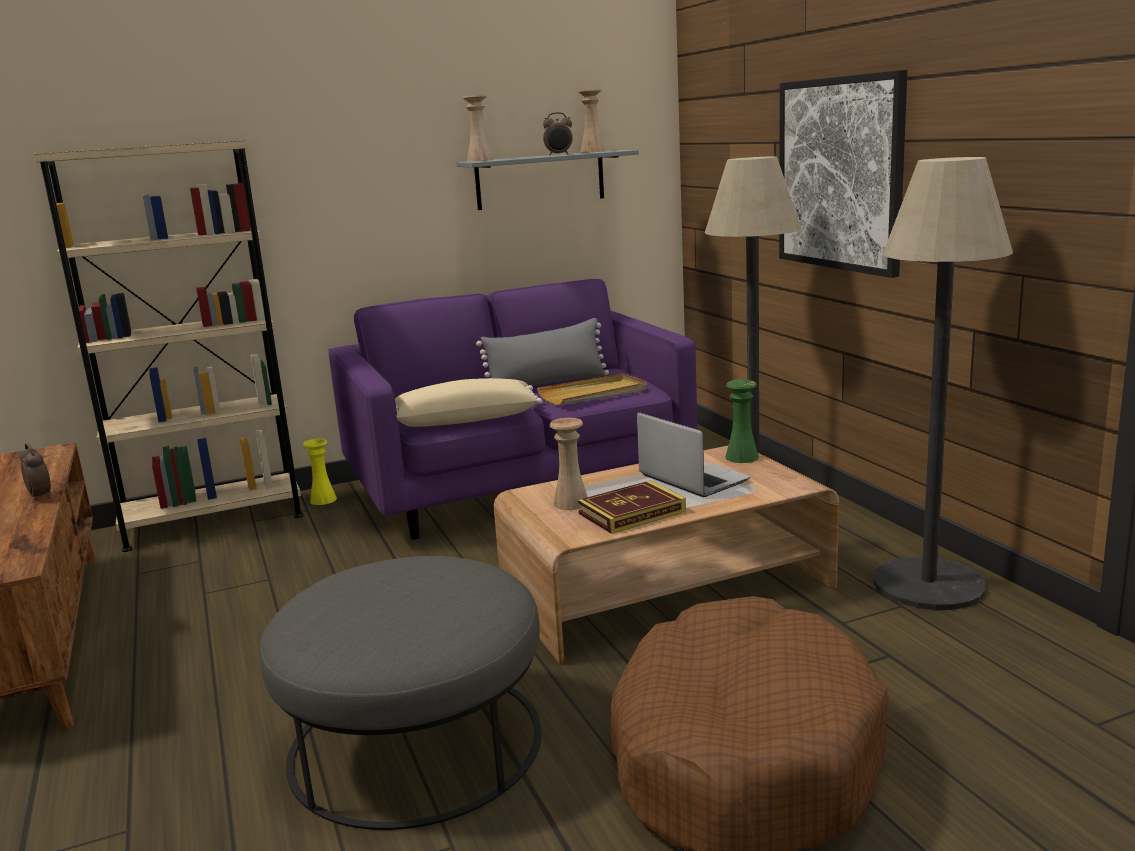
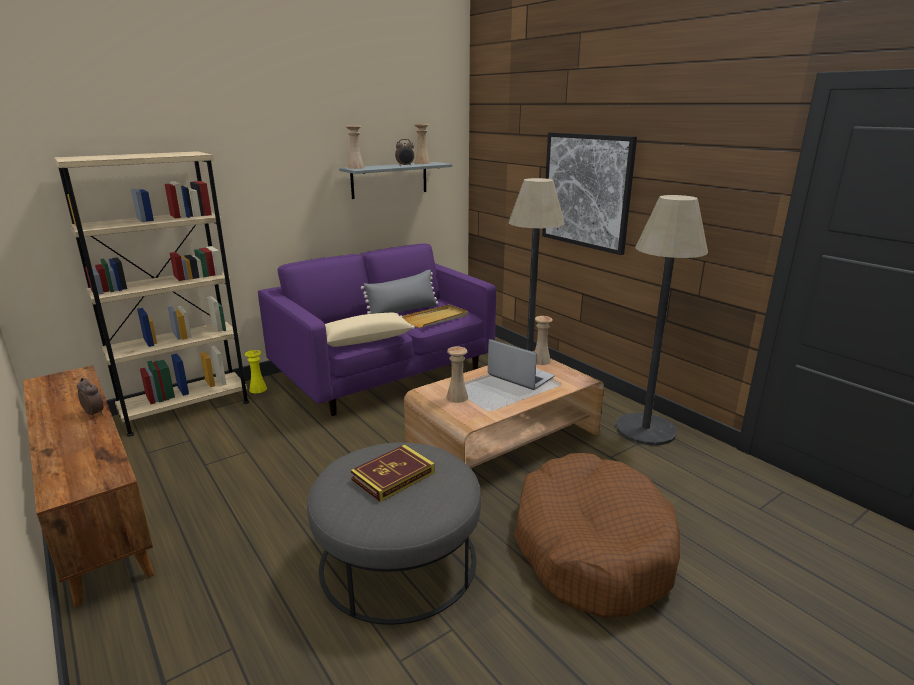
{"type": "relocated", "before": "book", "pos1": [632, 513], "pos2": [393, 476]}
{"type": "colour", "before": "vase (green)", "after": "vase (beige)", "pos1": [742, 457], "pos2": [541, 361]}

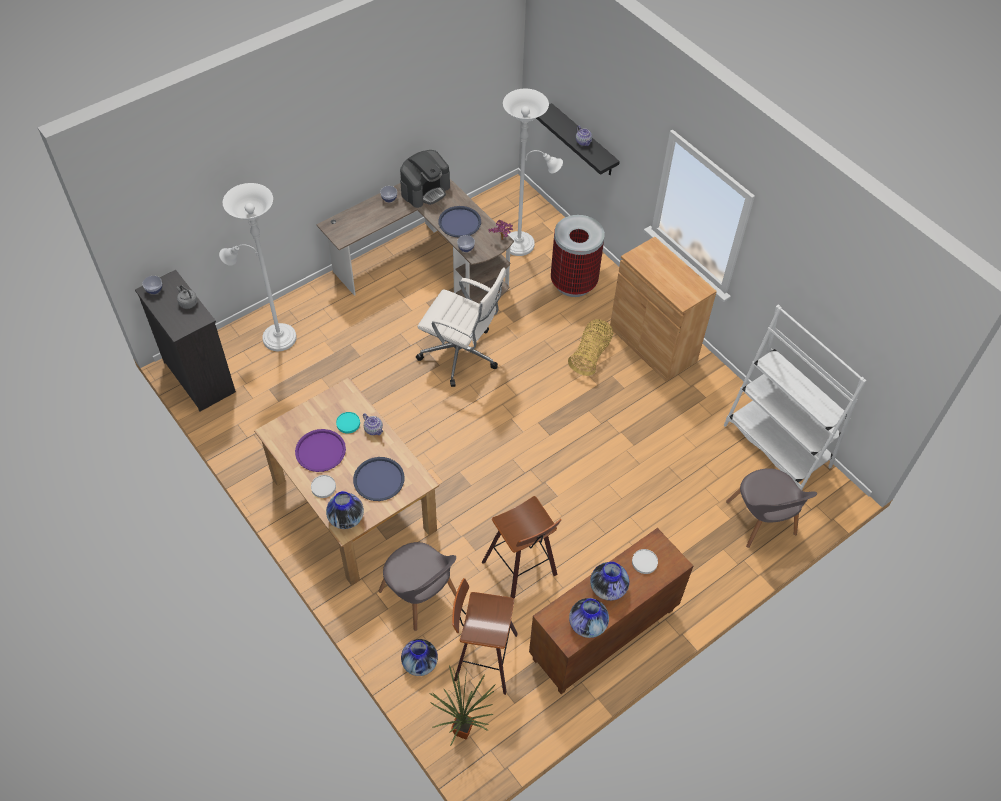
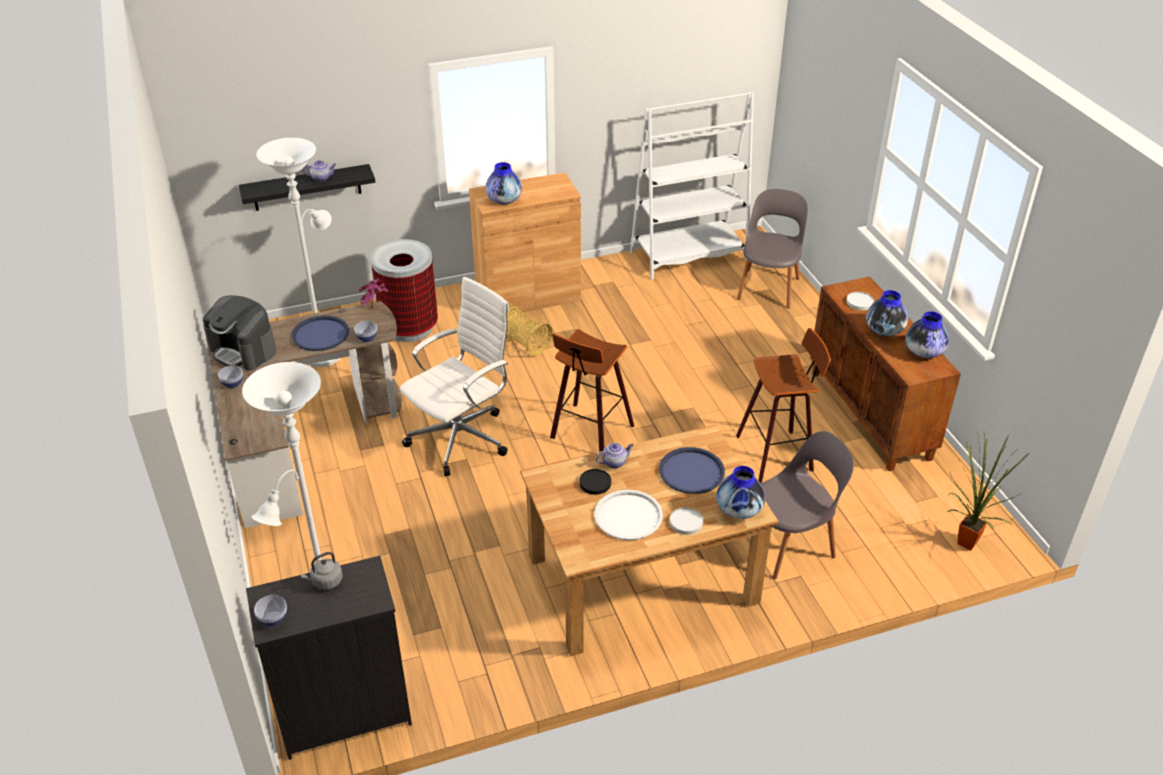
{"type": "spun", "before": "coffee machine", "pos1": [425, 190], "pos2": [243, 350], "turn": 150}
{"type": "relocated", "before": "vase", "pos1": [420, 663], "pos2": [504, 200]}
{"type": "relocated", "before": "stool", "pos1": [483, 658], "pos2": [589, 432]}
{"type": "colour", "before": "plate (turquoise)", "after": "plate (black)", "pos1": [348, 423], "pos2": [595, 483]}
{"type": "colour", "before": "tray (purple)", "after": "tray (white)", "pos1": [320, 451], "pos2": [628, 516]}
{"type": "spun", "before": "chair (grey)", "pos1": [762, 521], "pos2": [769, 287], "turn": -75}

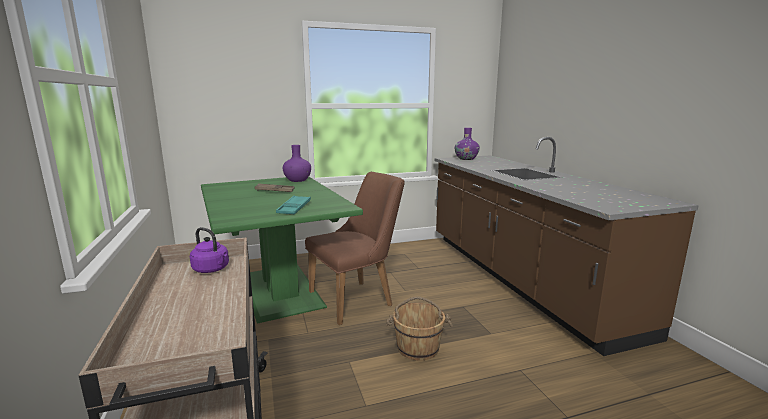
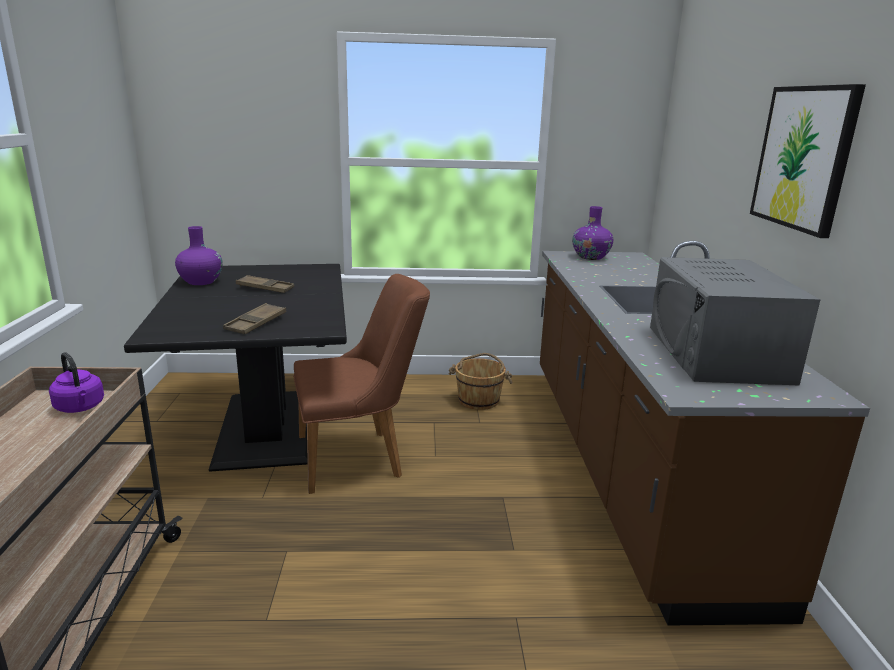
{"type": "colour", "before": "dining table (green)", "after": "dining table (black)", "pos1": [279, 291], "pos2": [265, 428]}
{"type": "relocated", "before": "vase (purple)", "pos1": [297, 180], "pos2": [201, 282]}
{"type": "colour", "before": "tray (turquoise)", "after": "tray (brown)", "pos1": [294, 208], "pos2": [256, 323]}
{"type": "relocated", "before": "bucket (brown)", "pos1": [418, 347], "pos2": [479, 400]}
{"type": "appeared", "after": "microwave (grey)", "pos2": [716, 353]}
{"type": "appeared", "after": "picture", "pos2": [804, 158]}

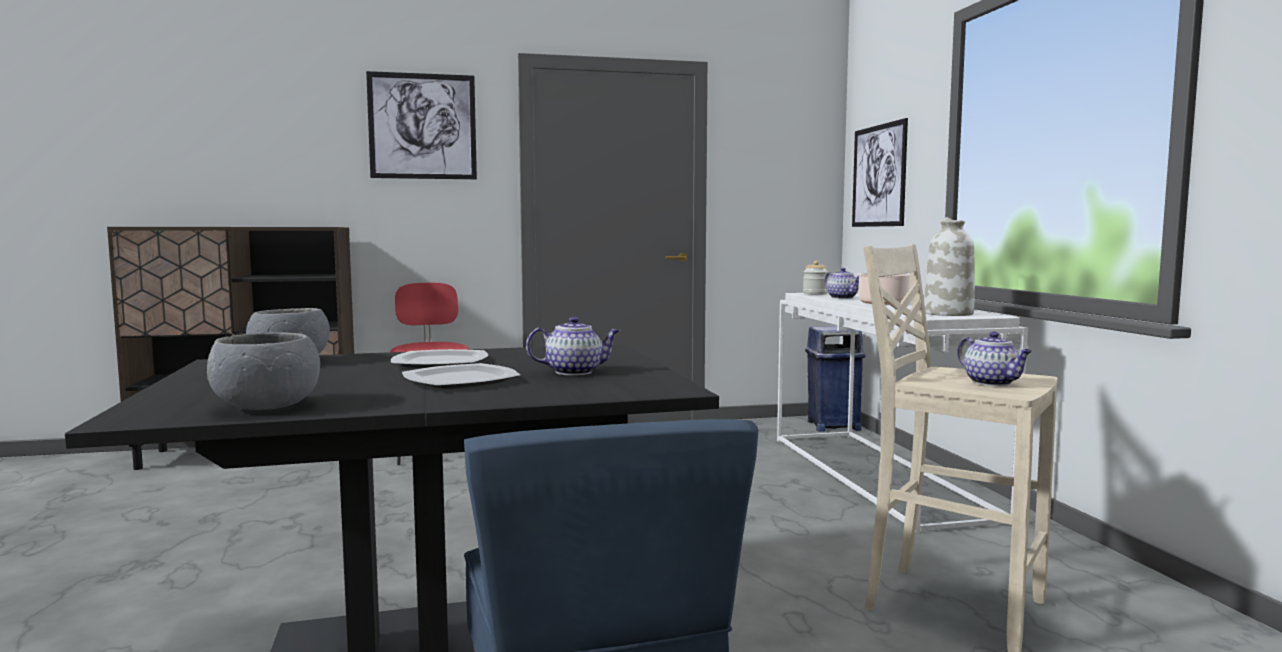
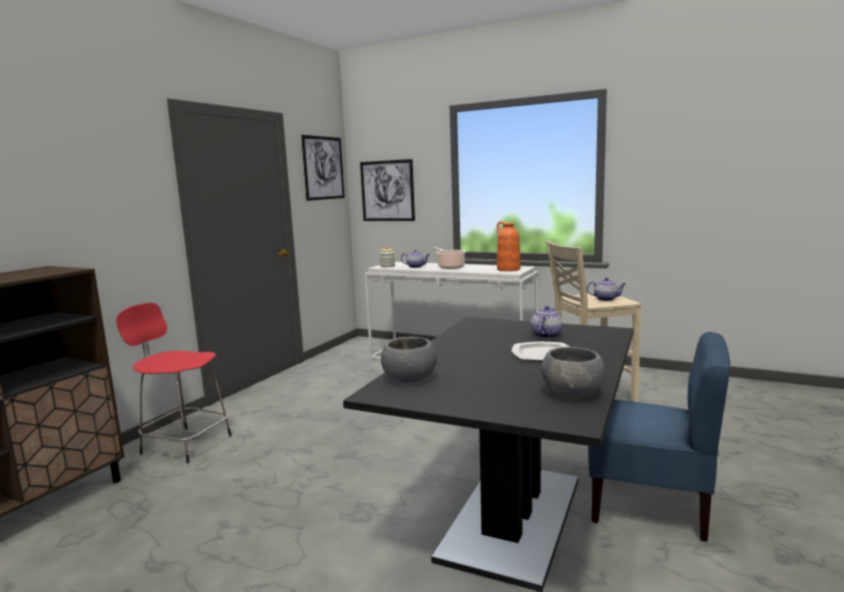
{"type": "relocated", "before": "picture", "pos1": [422, 126], "pos2": [323, 168]}
{"type": "colour", "before": "vase (white)", "after": "vase (orange)", "pos1": [947, 313], "pos2": [508, 269]}
{"type": "missing", "before": "plate", "pos1": [441, 362]}
{"type": "missing", "before": "trash can (blue)", "pos1": [832, 426]}

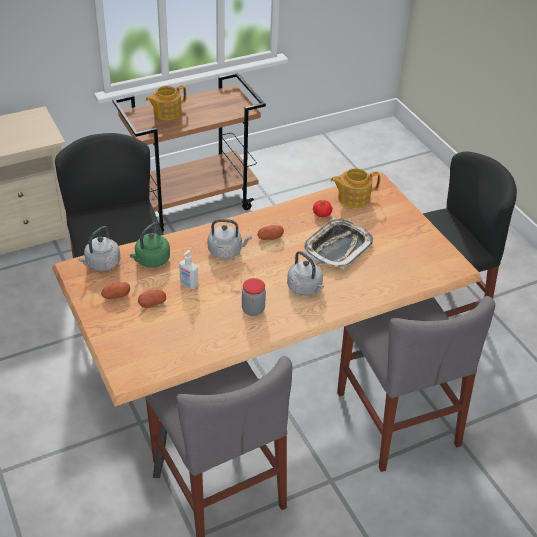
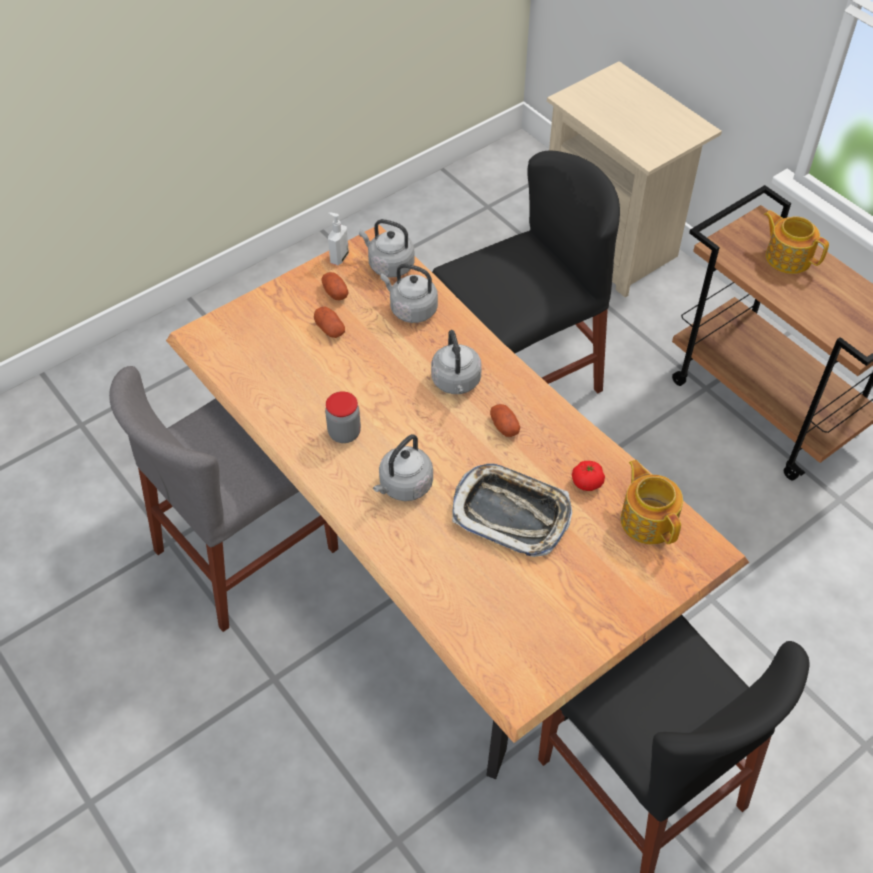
{"type": "relocated", "before": "soap dispenser", "pos1": [188, 284], "pos2": [338, 257]}
{"type": "colour", "before": "kettle (green)", "after": "kettle (grey)", "pos1": [151, 261], "pos2": [411, 309]}
{"type": "missing", "before": "chair (grey)", "pos1": [396, 418]}

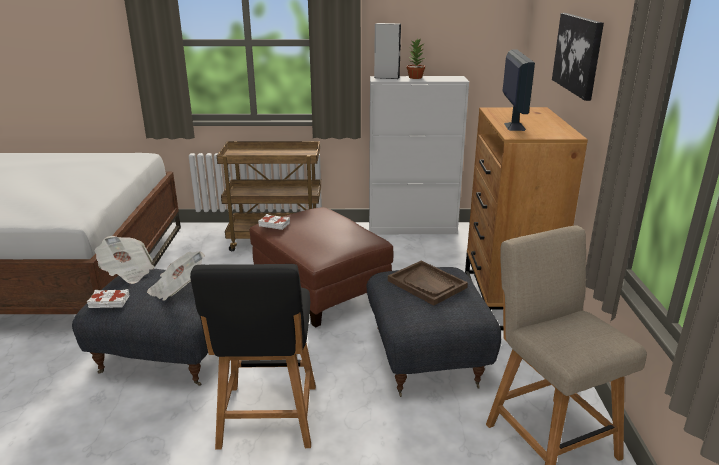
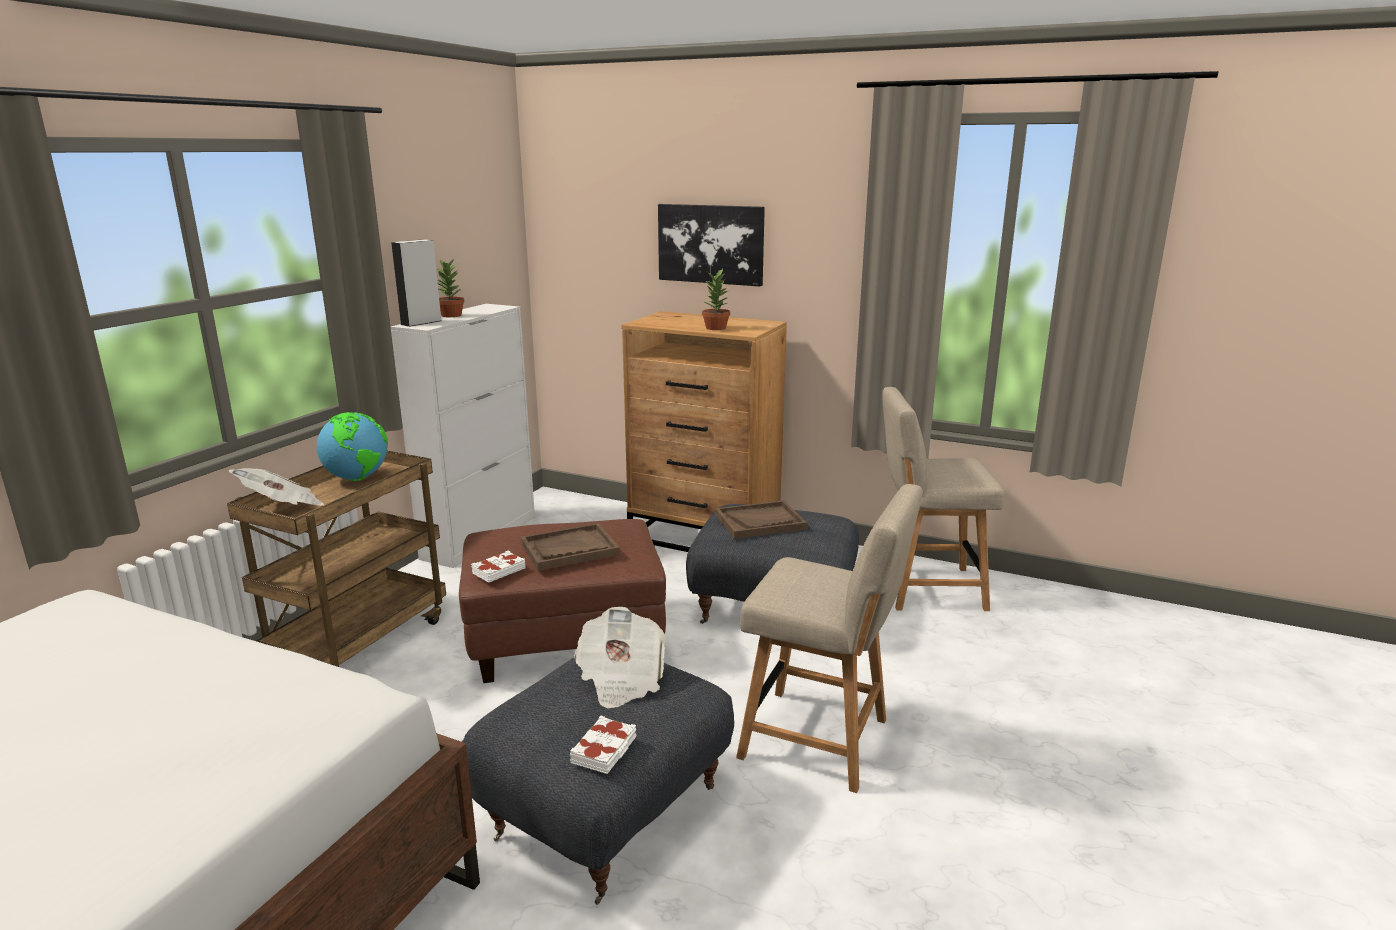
{"type": "relocated", "before": "newspaper", "pos1": [127, 272], "pos2": [282, 507]}
{"type": "appeared", "after": "globe", "pos2": [357, 478]}
{"type": "appeared", "after": "tray (brown)", "pos2": [569, 549]}
{"type": "exchanged", "before": "monitor", "after": "potted plant", "pos1": [514, 126], "pos2": [716, 328]}
{"type": "colour", "before": "chair (black)", "after": "chair (beige)", "pos1": [268, 420], "pos2": [822, 740]}

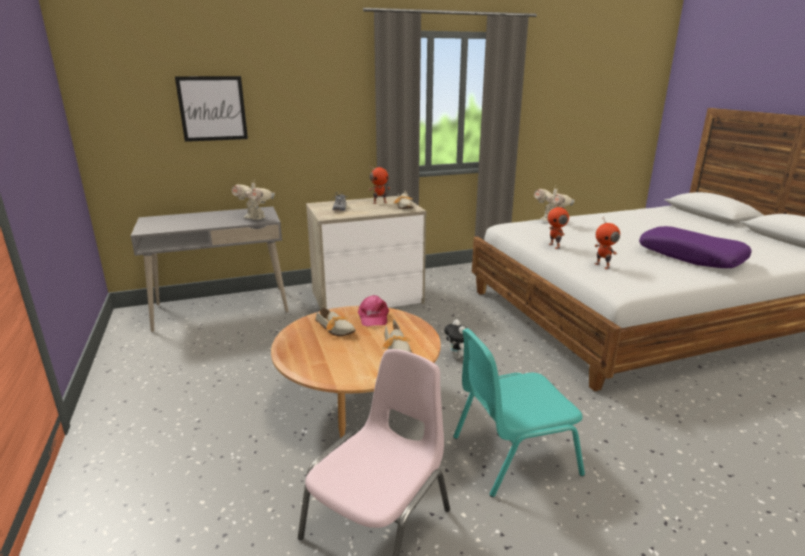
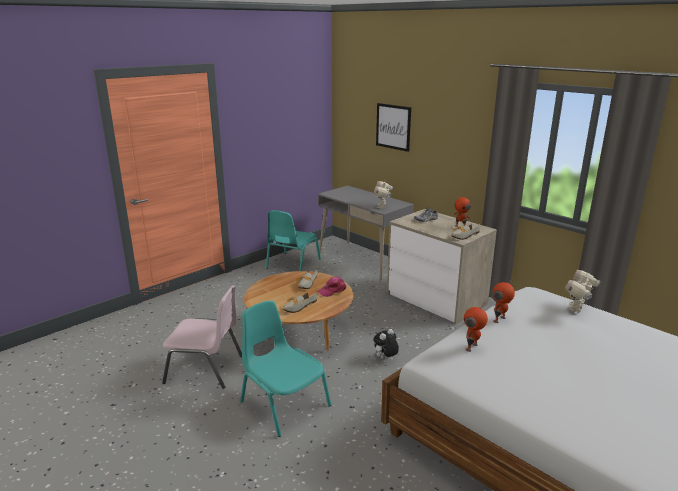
{"type": "appeared", "after": "chair (turquoise)", "pos2": [292, 264]}
{"type": "missing", "before": "pillow (purple)", "pos1": [691, 256]}

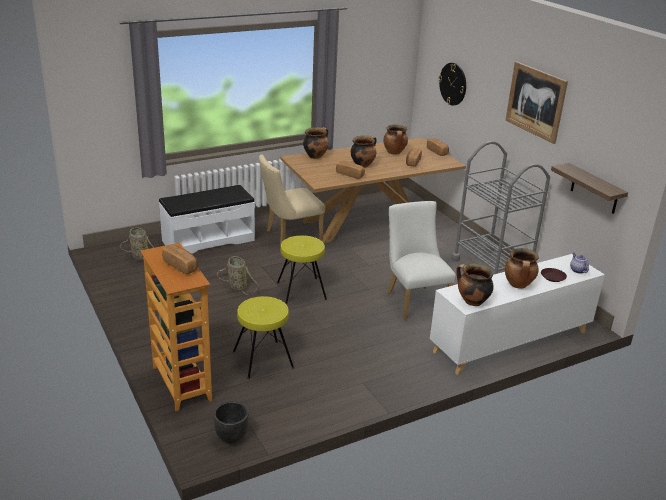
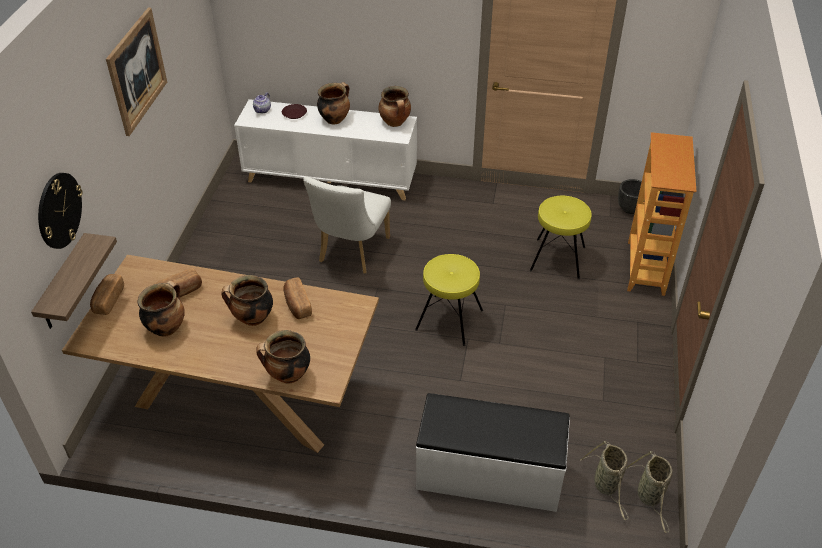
{"type": "relocated", "before": "shelf", "pos1": [594, 189], "pos2": [63, 284]}
{"type": "relocated", "before": "basket", "pos1": [236, 287], "pos2": [650, 497]}
{"type": "missing", "before": "bread", "pos1": [181, 266]}
{"type": "missing", "before": "chair (beige)", "pos1": [289, 236]}
{"type": "missing", "before": "cart (grey)", "pos1": [491, 269]}

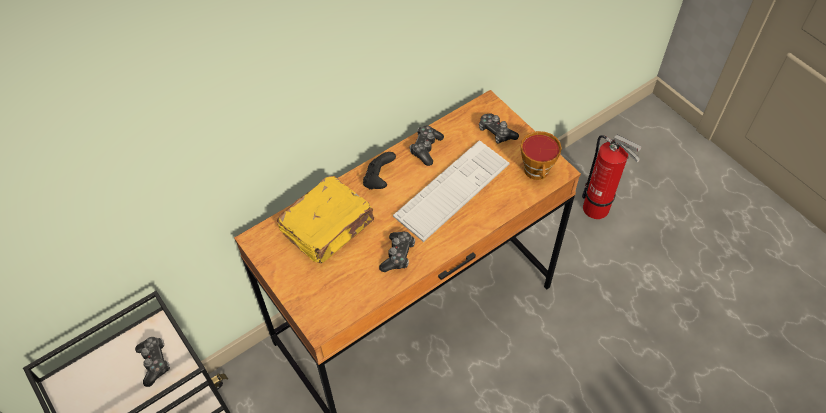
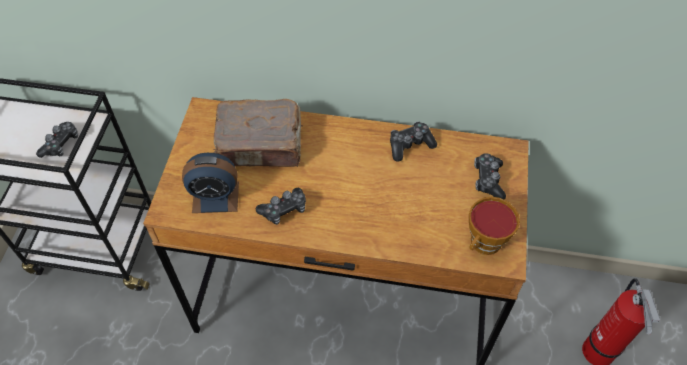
{"type": "appeared", "after": "alarm clock", "pos2": [215, 197]}
{"type": "colour", "before": "book (yellow)", "after": "book (brown)", "pos1": [329, 227], "pos2": [261, 145]}
{"type": "missing", "before": "game controller (black)", "pos1": [379, 180]}
{"type": "missing", "before": "keyboard", "pos1": [452, 190]}

